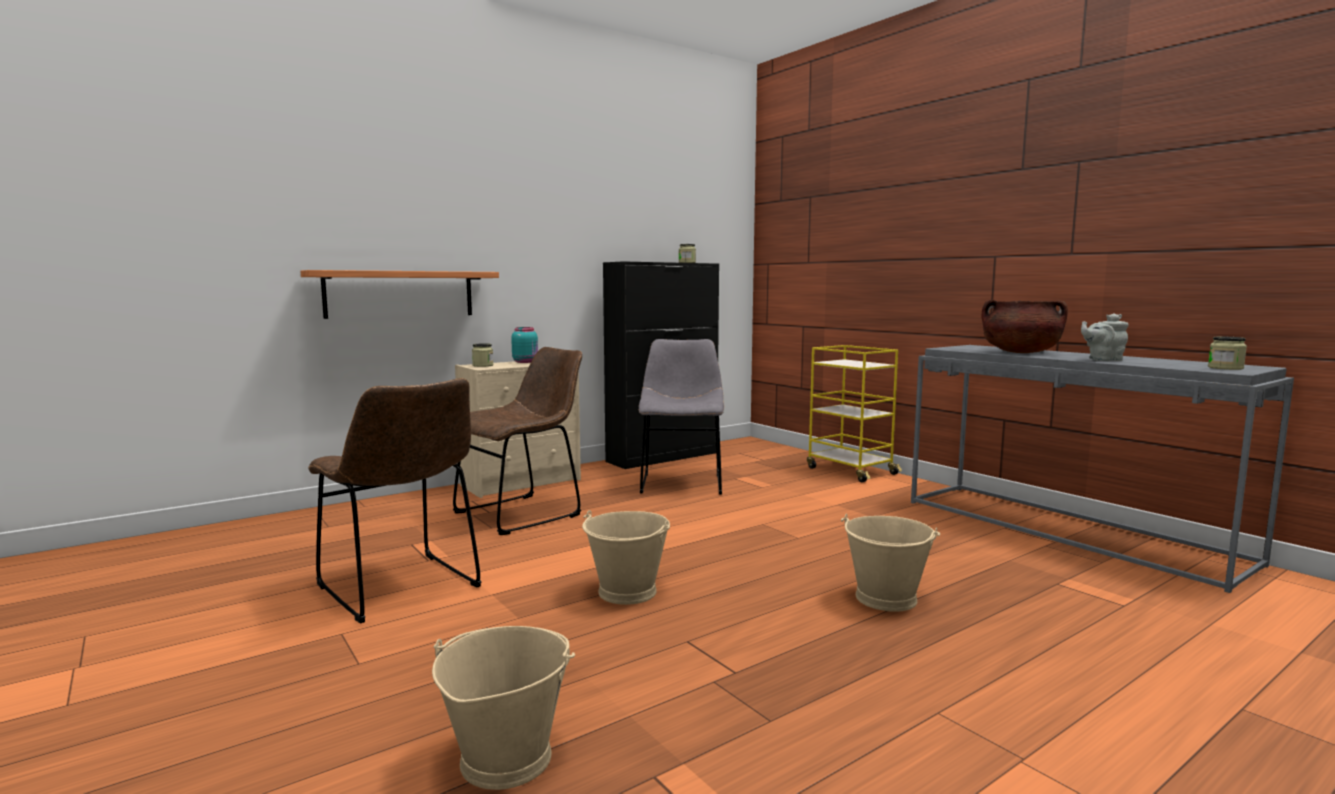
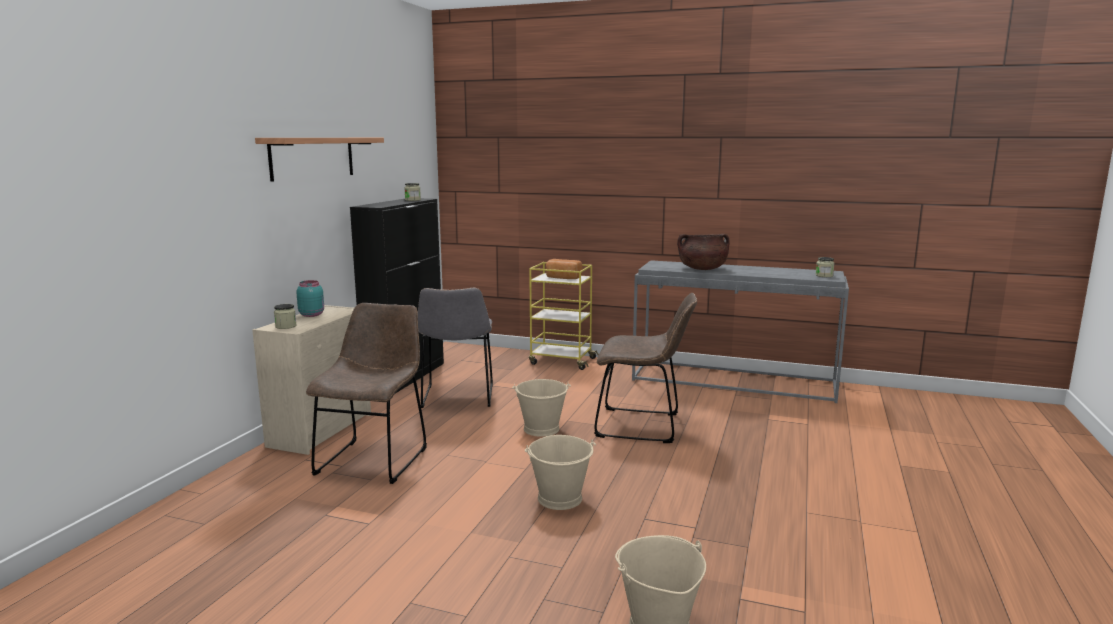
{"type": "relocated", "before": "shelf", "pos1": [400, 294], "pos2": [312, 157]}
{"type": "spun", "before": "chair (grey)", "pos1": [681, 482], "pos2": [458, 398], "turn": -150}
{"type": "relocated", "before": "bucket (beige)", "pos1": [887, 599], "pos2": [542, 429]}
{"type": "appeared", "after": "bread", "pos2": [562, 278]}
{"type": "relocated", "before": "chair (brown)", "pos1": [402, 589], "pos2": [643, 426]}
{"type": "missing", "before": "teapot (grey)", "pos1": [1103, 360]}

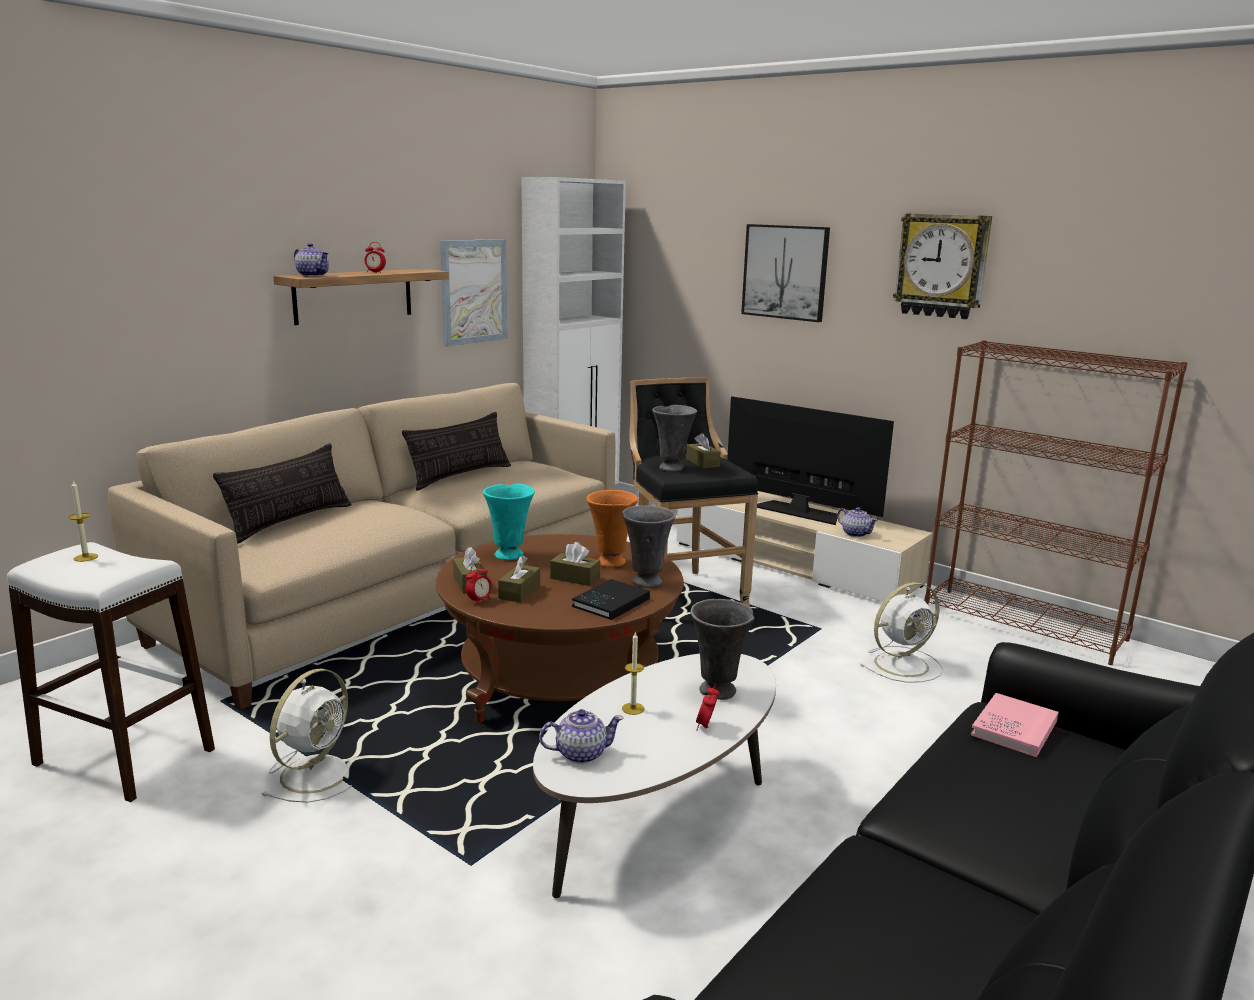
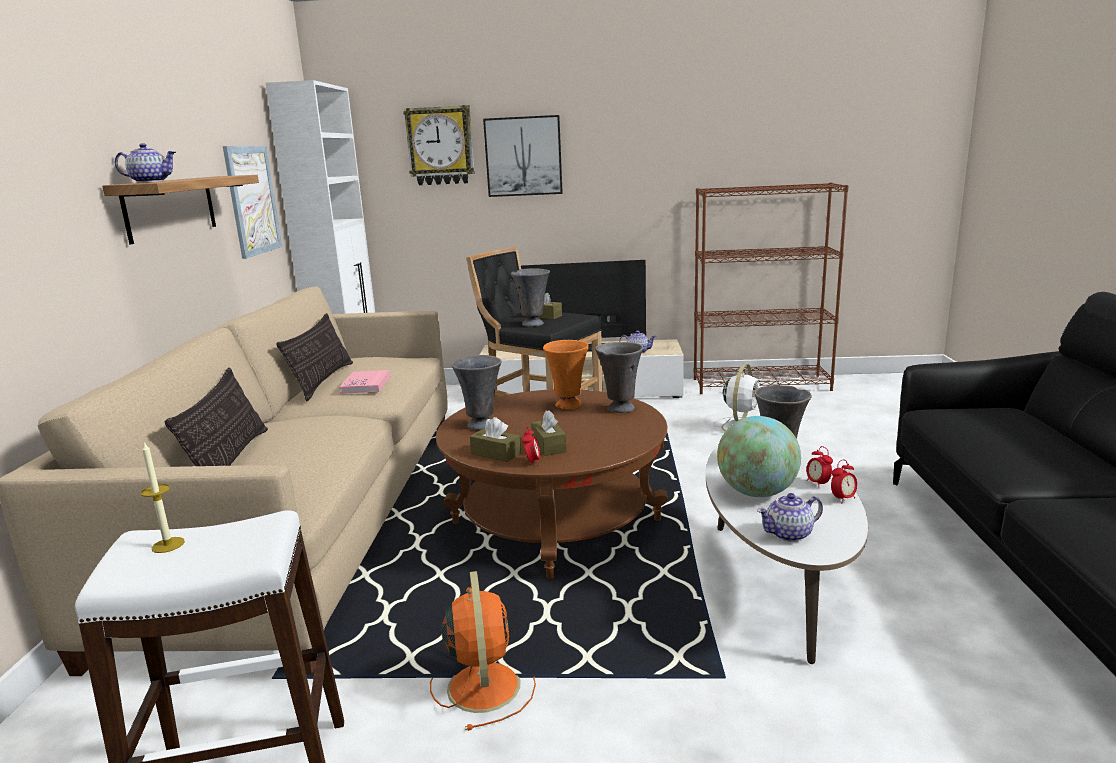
{"type": "relocated", "before": "book (pink)", "pos1": [1014, 728], "pos2": [366, 384]}
{"type": "relocated", "before": "wall clock", "pos1": [942, 266], "pos2": [440, 146]}
{"type": "colour", "before": "fan (white)", "after": "fan (orange)", "pos1": [317, 772], "pos2": [483, 684]}
{"type": "colour", "before": "vase (turquoise)", "after": "vase (grey)", "pos1": [510, 555], "pos2": [481, 425]}
{"type": "exchanged", "before": "candle", "after": "globe", "pos1": [633, 708], "pos2": [756, 493]}
{"type": "spun", "before": "teapot", "pos1": [580, 753], "pos2": [789, 534], "turn": -150}
{"type": "relocated", "before": "alarm clock", "pos1": [375, 272], "pos2": [842, 499]}
{"type": "missing", "before": "tissue box (brown)", "pos1": [575, 578]}
{"type": "missing", "before": "book (black)", "pos1": [611, 602]}

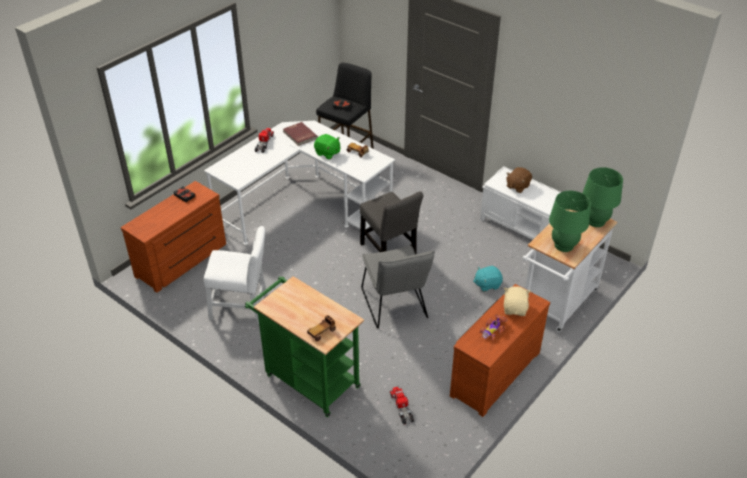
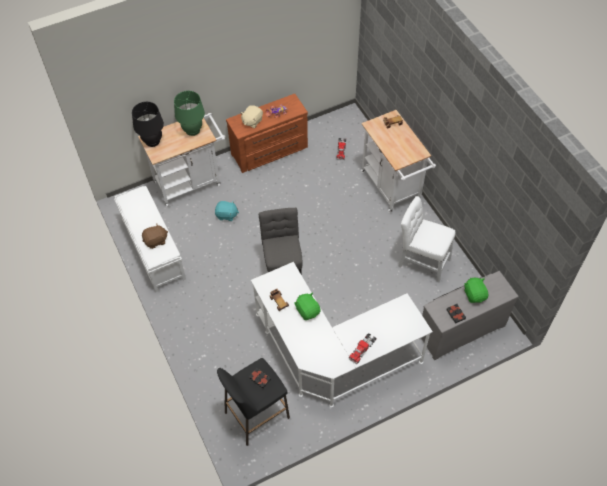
{"type": "colour", "before": "table lamp (green)", "after": "table lamp (black)", "pos1": [595, 221], "pos2": [152, 141]}
{"type": "colour", "before": "cart (green)", "after": "cart (white)", "pos1": [308, 378], "pos2": [392, 188]}
{"type": "colour", "before": "dresser (brown)", "after": "dresser (grey)", "pos1": [183, 261], "pos2": [460, 328]}
{"type": "appeared", "after": "plush toy (green)", "pos2": [474, 294]}
{"type": "missing", "before": "book (red)", "pos1": [299, 135]}
{"type": "missing", "before": "chair (grey)", "pos1": [395, 307]}

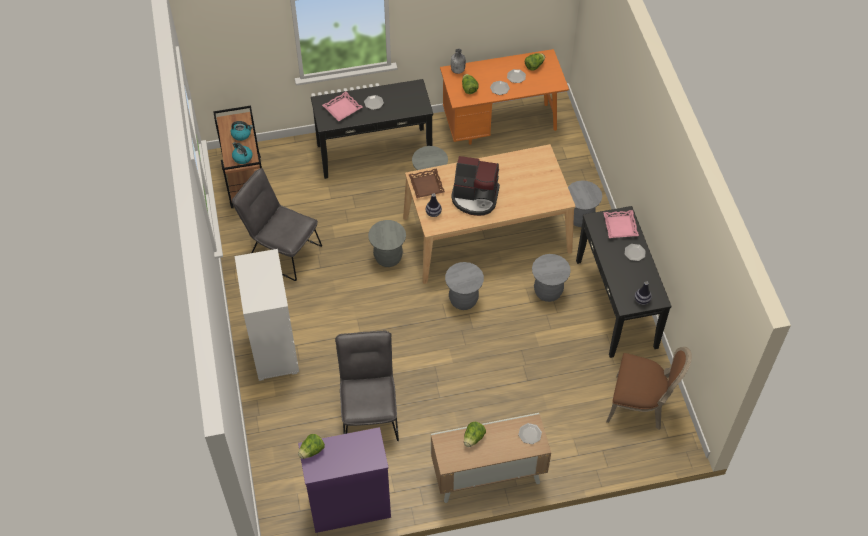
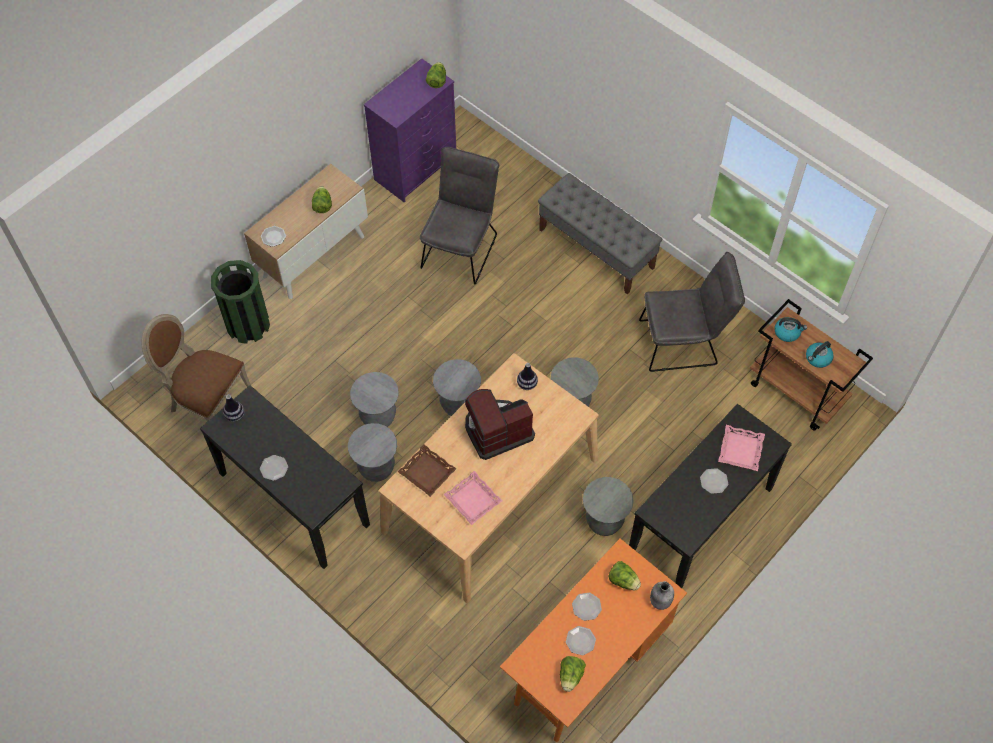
{"type": "spun", "before": "chair (brown)", "pos1": [640, 405], "pos2": [207, 401], "turn": 45}
{"type": "appeared", "after": "trash can (green)", "pos2": [248, 325]}
{"type": "relocated", "before": "stool (grey)", "pos1": [580, 218], "pos2": [378, 416]}
{"type": "relocated", "before": "tray (brown)", "pos1": [427, 185], "pos2": [427, 473]}
{"type": "spun", "before": "chair (grey)", "pos1": [369, 412], "pos2": [461, 247], "turn": -120}
{"type": "relocated", "before": "tray (pink)", "pos1": [620, 226], "pos2": [472, 500]}
{"type": "exchanged", "before": "dresser (white)", "after": "bench (grey)", "pos1": [274, 348], "pos2": [596, 249]}

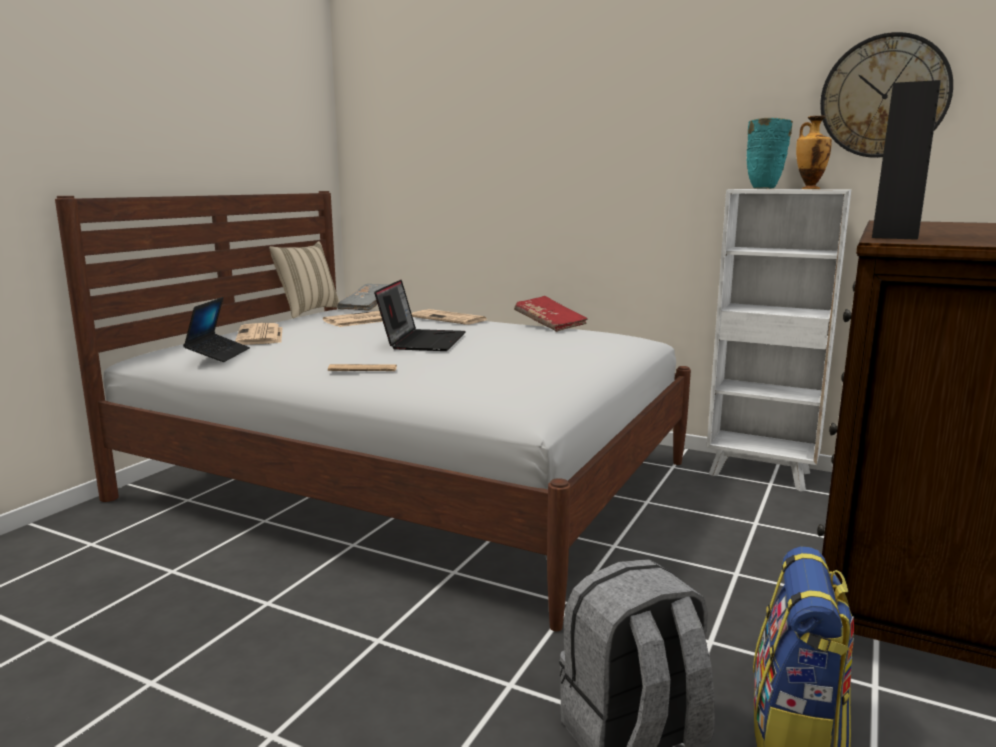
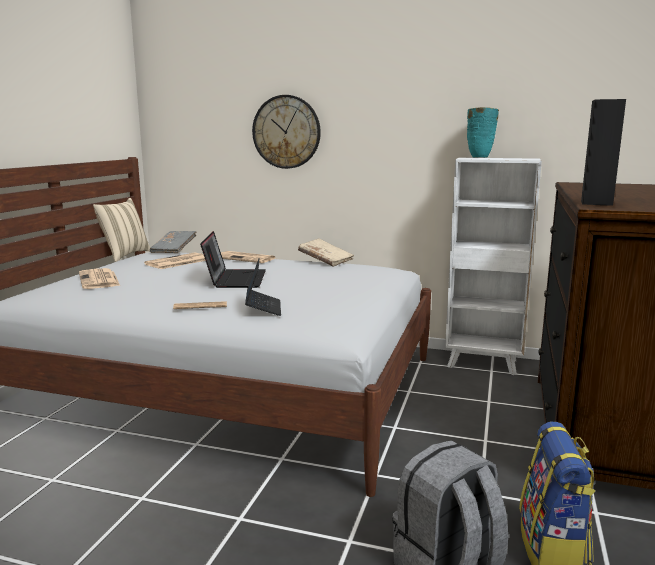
{"type": "relocated", "before": "laptop", "pos1": [218, 354], "pos2": [263, 308]}
{"type": "relocated", "before": "wall clock", "pos1": [884, 96], "pos2": [286, 132]}
{"type": "colour", "before": "book (red)", "after": "book (beige)", "pos1": [550, 325], "pos2": [325, 261]}
{"type": "missing", "before": "vase", "pos1": [809, 189]}

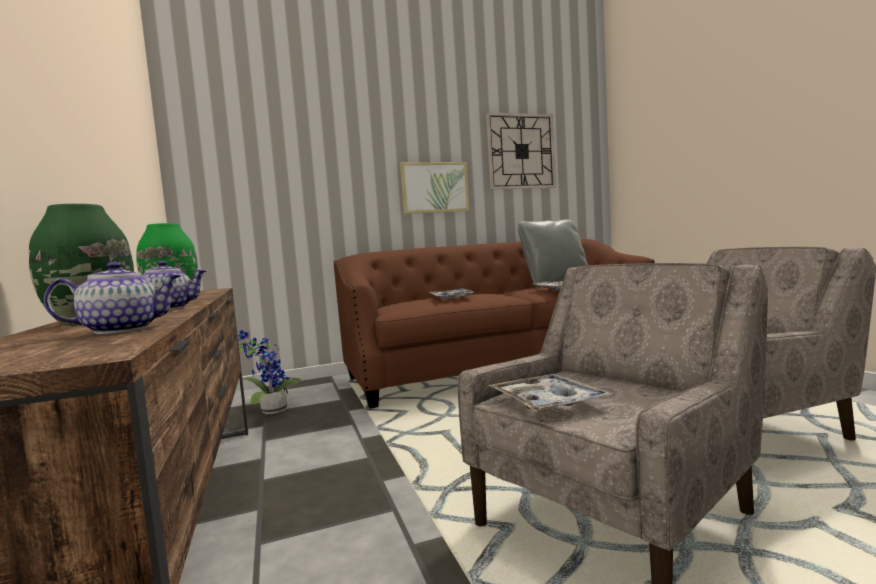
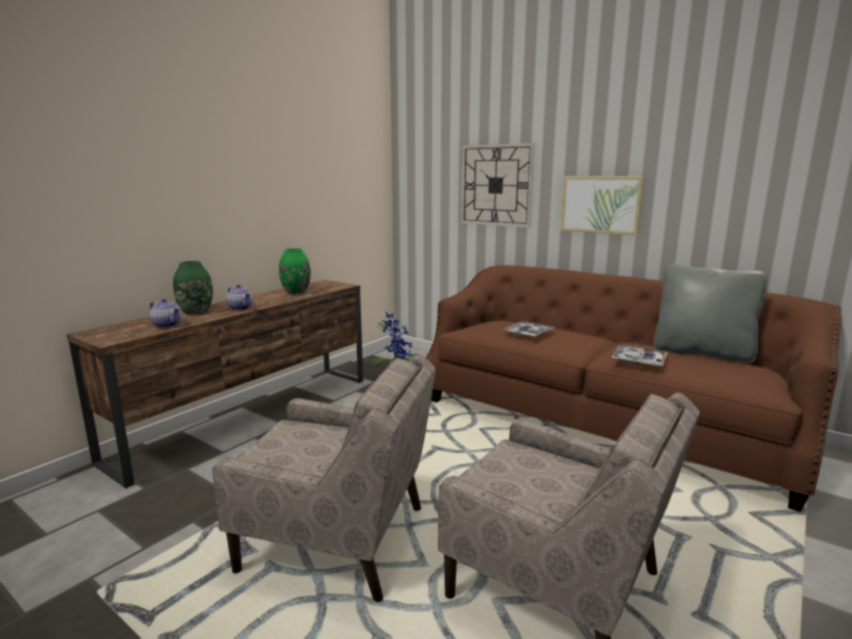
{"type": "relocated", "before": "wall clock", "pos1": [521, 151], "pos2": [496, 185]}
{"type": "missing", "before": "tray", "pos1": [547, 403]}

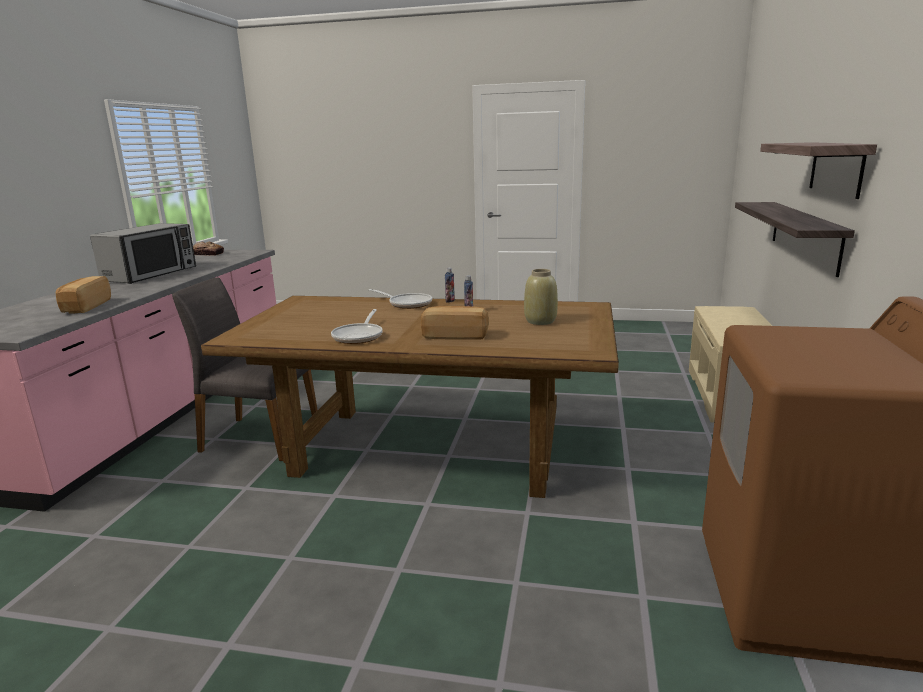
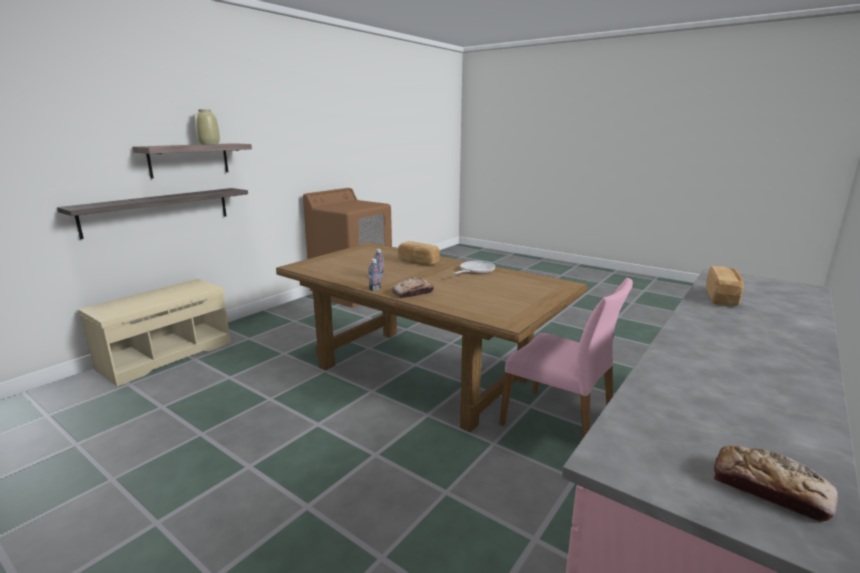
{"type": "relocated", "before": "vase (beige)", "pos1": [540, 321], "pos2": [209, 144]}
{"type": "exchanged", "before": "frying pan", "after": "bread", "pos1": [407, 304], "pos2": [412, 293]}
{"type": "colour", "before": "chair (grey)", "after": "chair (pink)", "pos1": [258, 437], "pos2": [559, 421]}
{"type": "missing", "before": "microwave", "pos1": [151, 274]}

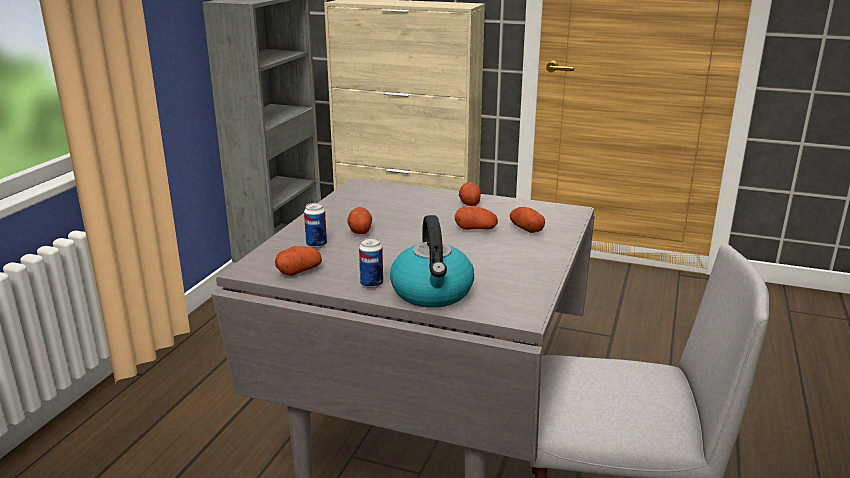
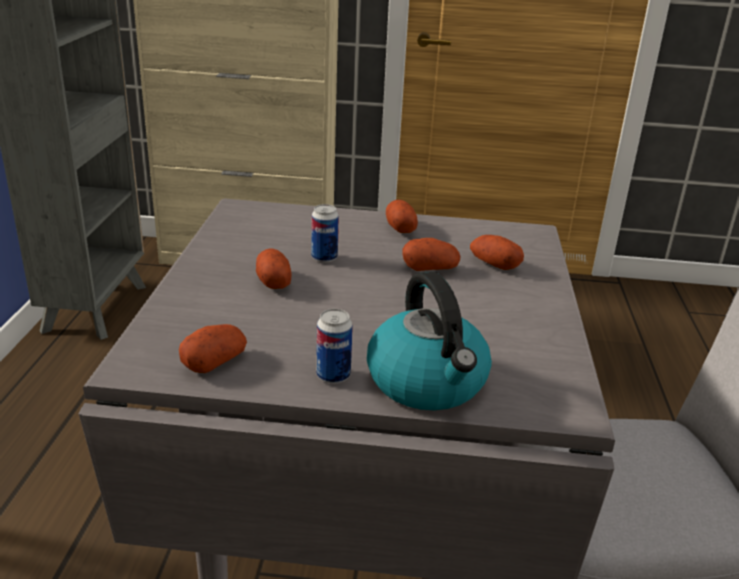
{"type": "relocated", "before": "can", "pos1": [316, 245], "pos2": [324, 258]}

